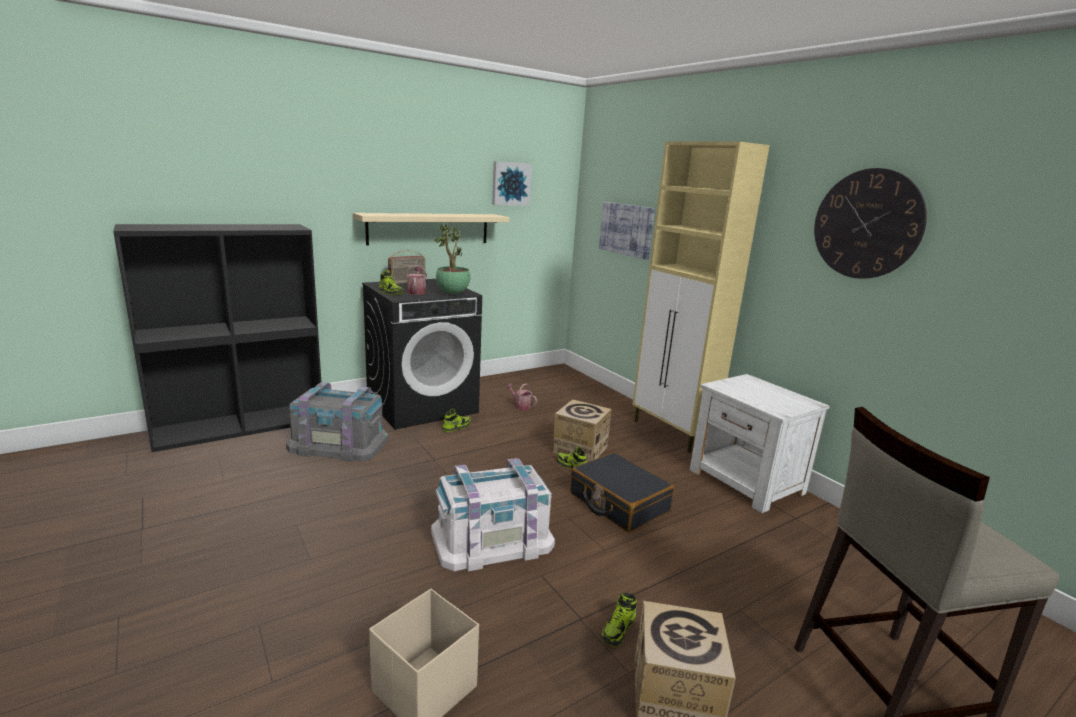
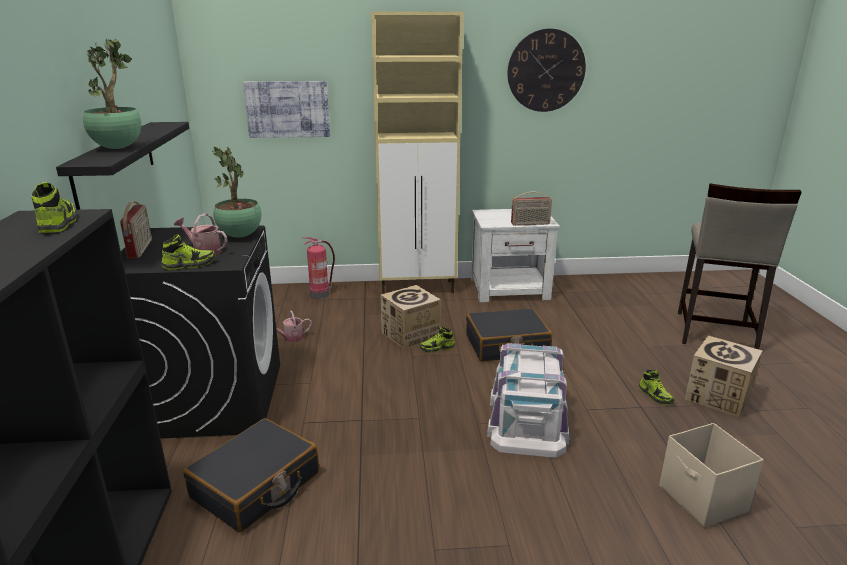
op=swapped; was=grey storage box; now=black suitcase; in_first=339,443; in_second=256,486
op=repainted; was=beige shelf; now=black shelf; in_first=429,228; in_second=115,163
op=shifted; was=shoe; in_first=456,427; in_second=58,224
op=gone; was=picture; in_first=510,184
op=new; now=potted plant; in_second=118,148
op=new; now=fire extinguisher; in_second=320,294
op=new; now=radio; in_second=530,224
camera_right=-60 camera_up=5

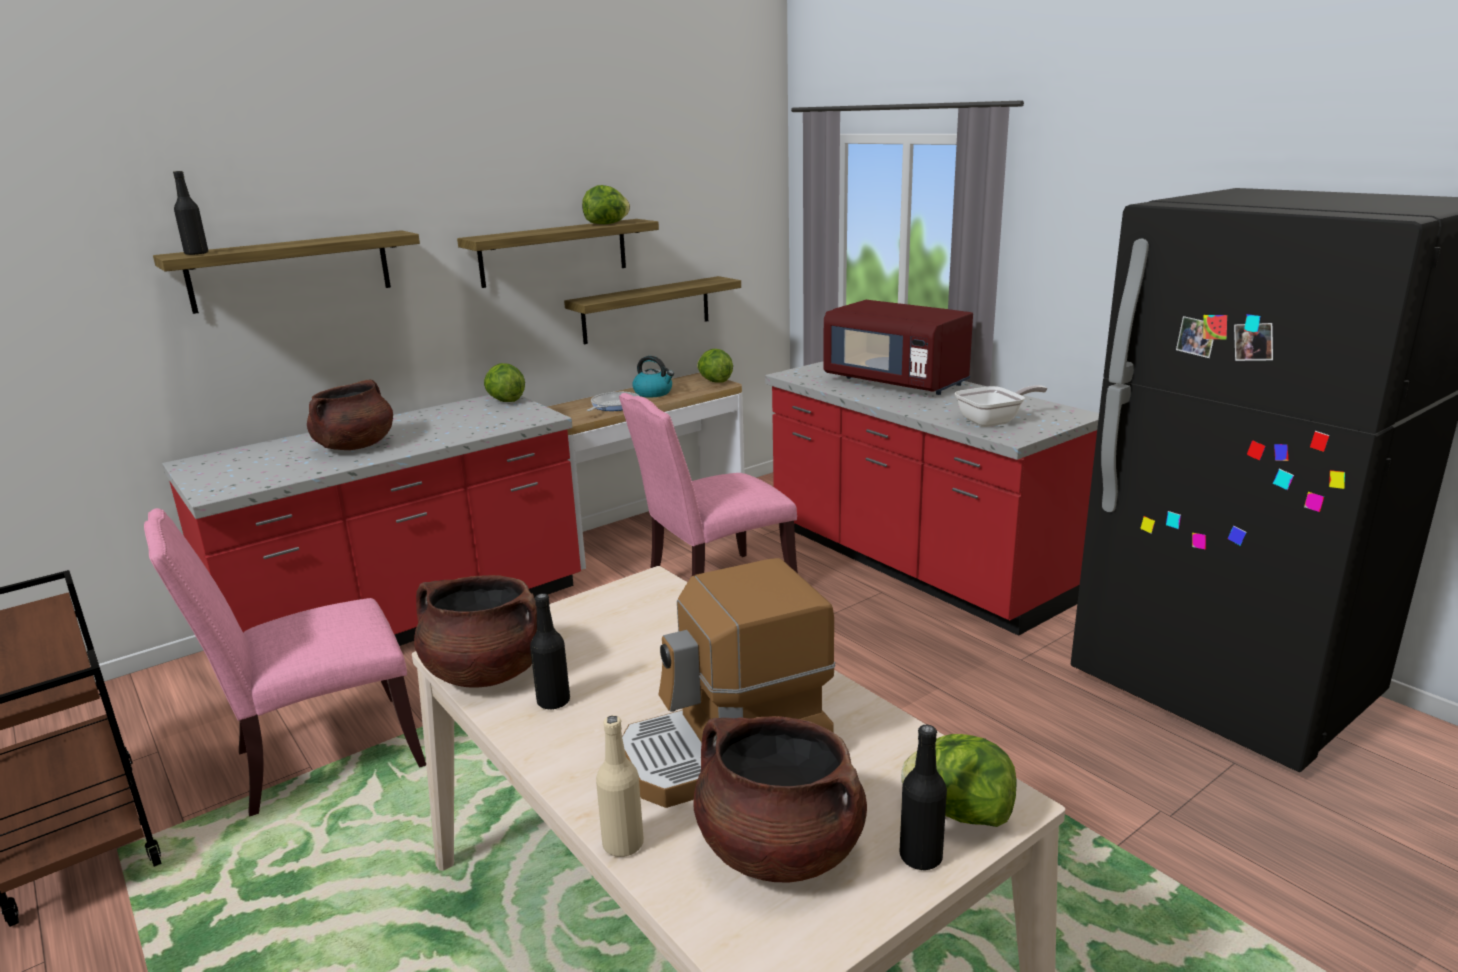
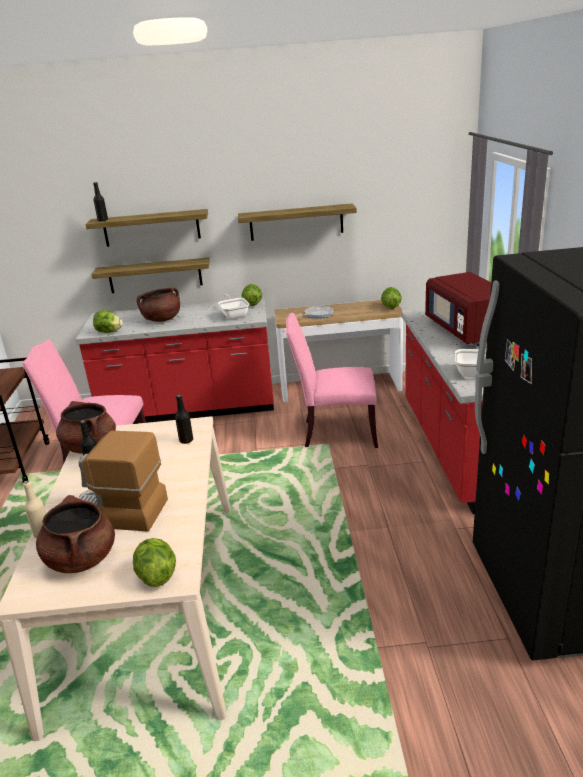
op=shifted; was=shelf; in_first=646,309; in_second=155,275
op=shifted; was=lettuce; in_first=607,224; in_second=109,332
op=gone; was=kettle; in_first=653,393
op=shifted; was=black bottle; in_first=920,857; in_second=186,440
op=new; now=frying pan; in_second=234,315
camera_right=35 camera_up=5

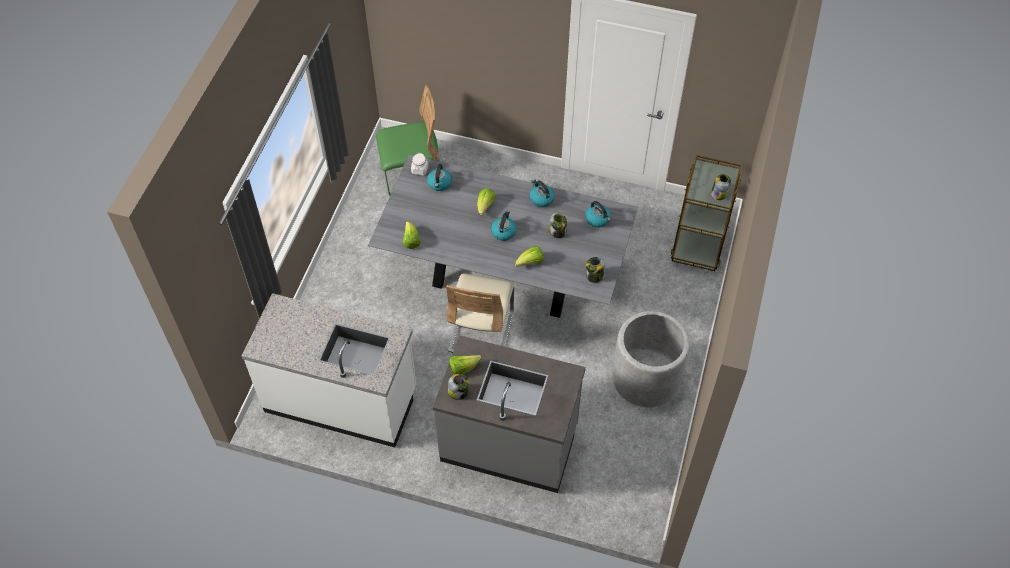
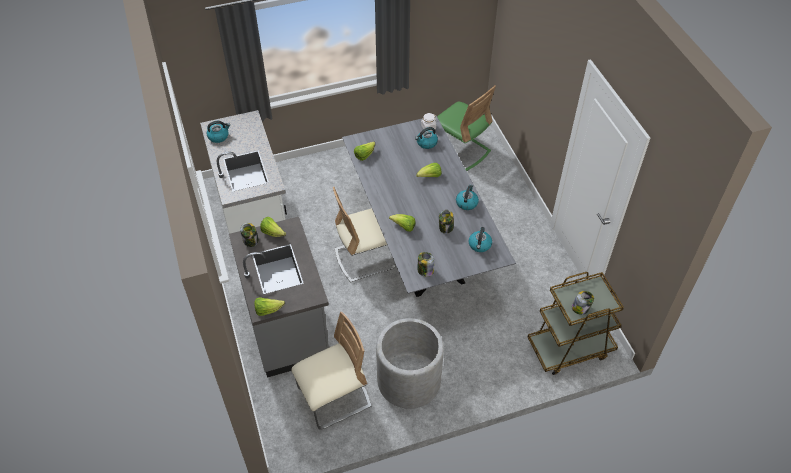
op=shifted; was=kettle; in_first=503,231; in_second=218,136
op=new; now=lettuce; in_second=268,310
op=new; now=beige chair; in_second=334,398
camera_right=55 camera_up=-5

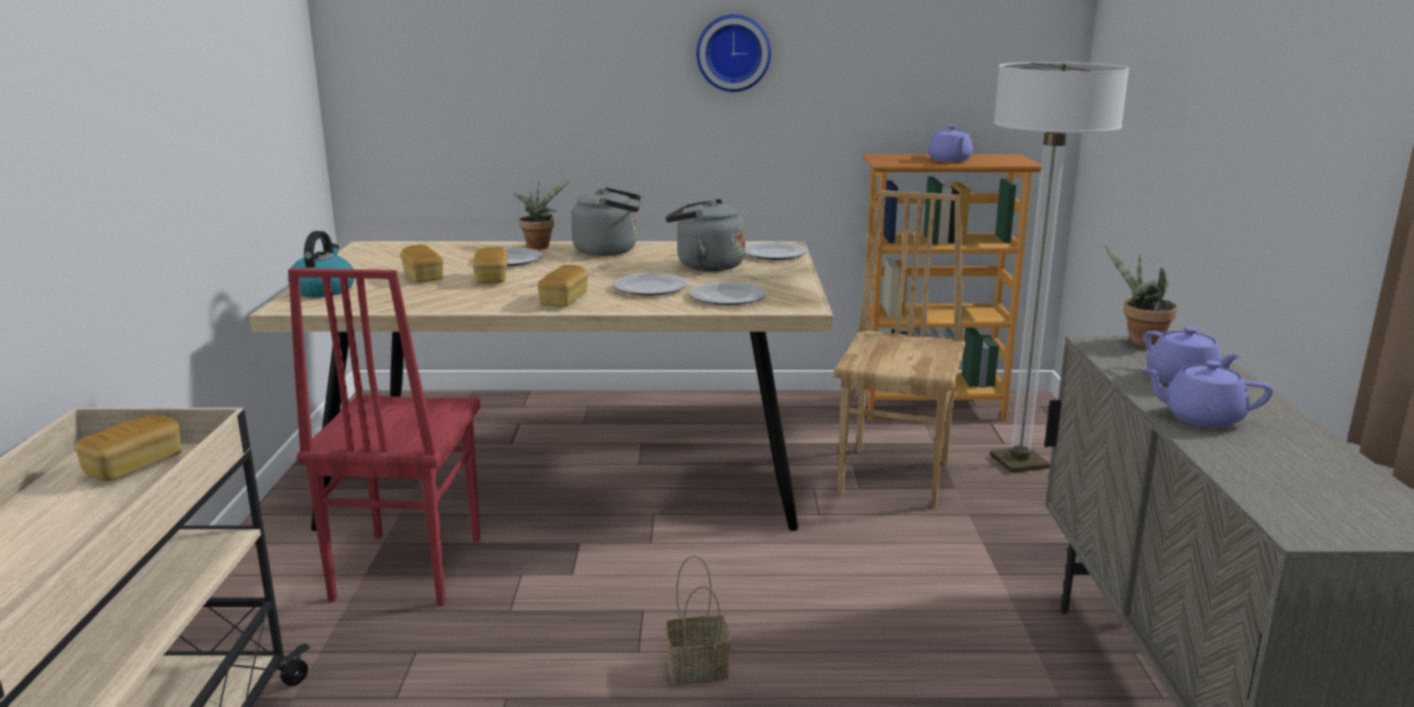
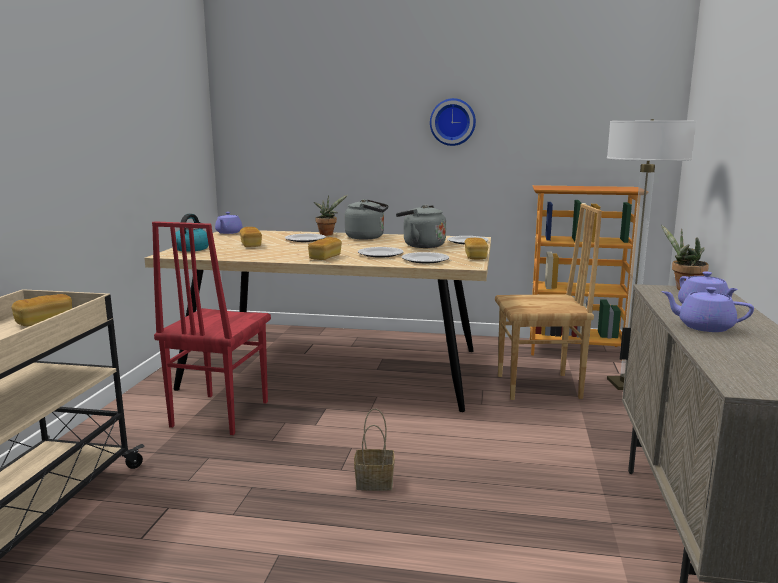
op=shifted; was=bread; in_first=491,279; in_second=475,257
op=rotated; was=brown chair; in_first=897,477; in_second=539,387; clockwise=60
op=shifted; was=purple teapot; in_first=949,160; in_second=228,232
camera_right=10 camera_up=-5

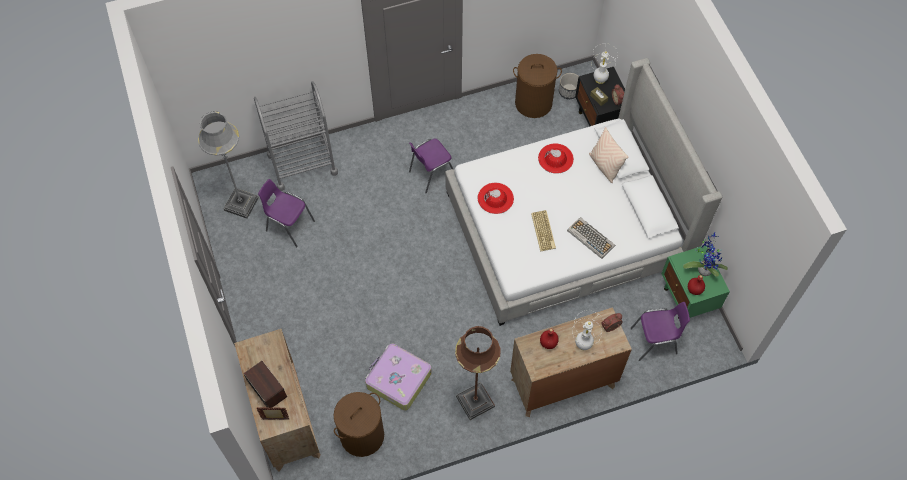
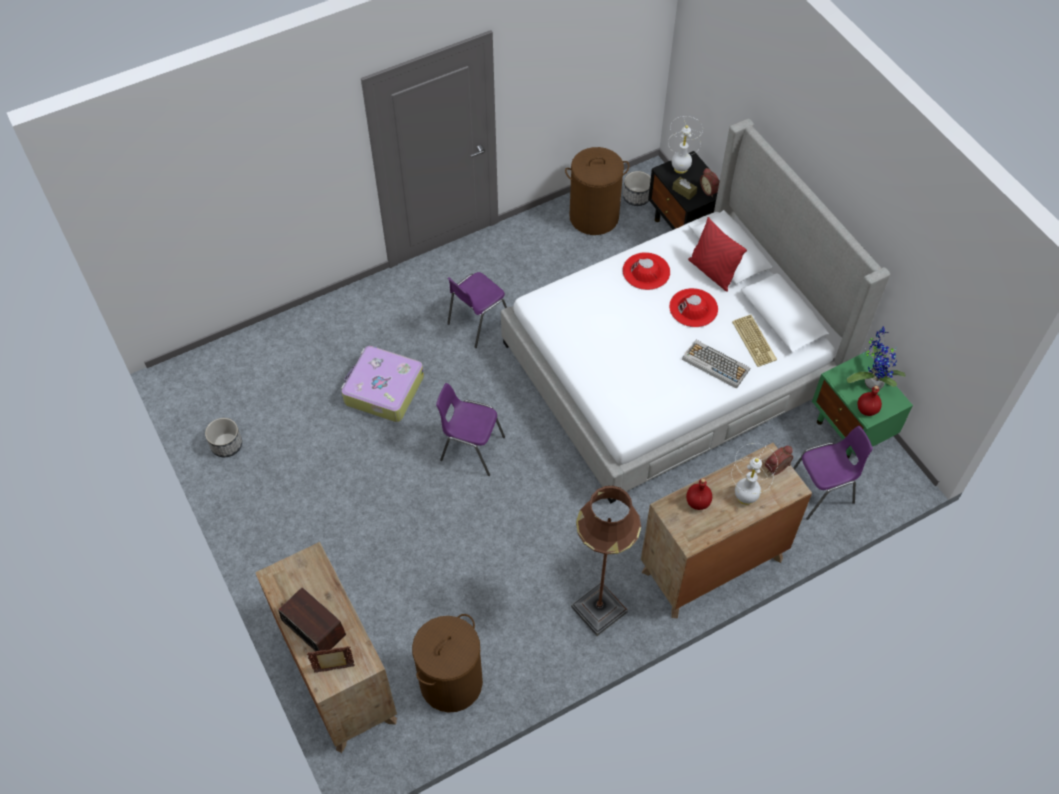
op=gone; was=grey floor lamp; in_first=241,204
op=gone; was=grey cart; in_first=302,164
op=shifted; was=purple chair; in_first=289,225; in_second=470,448
op=shifted; was=suitcase; in_first=398,380; in_second=383,390
op=shifted; was=red hat; in_first=495,198; in_second=693,308
op=shifted; was=keyboard; in_first=544,231; in_second=755,341
op=repainted; was=beige pillow; now=red pillow; in_first=604,166; in_second=712,272
op=new; now=planter; in_second=226,445
camera_right=-10 camera_up=-5

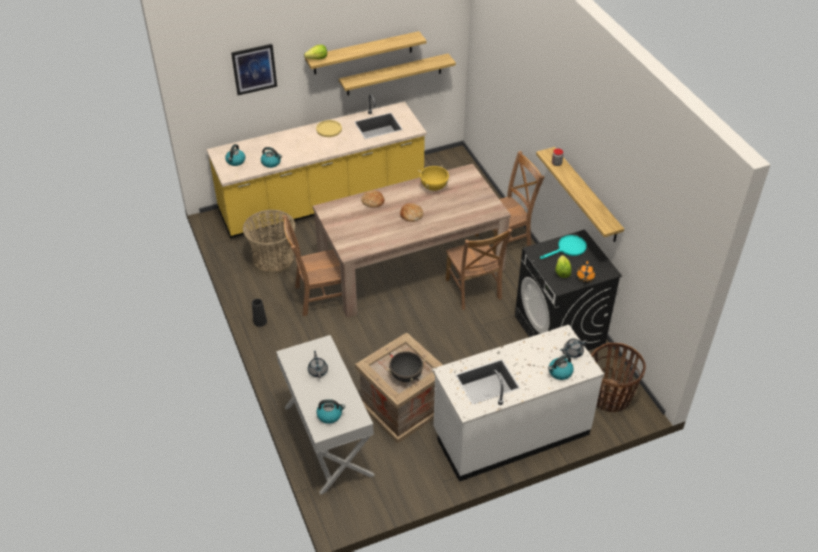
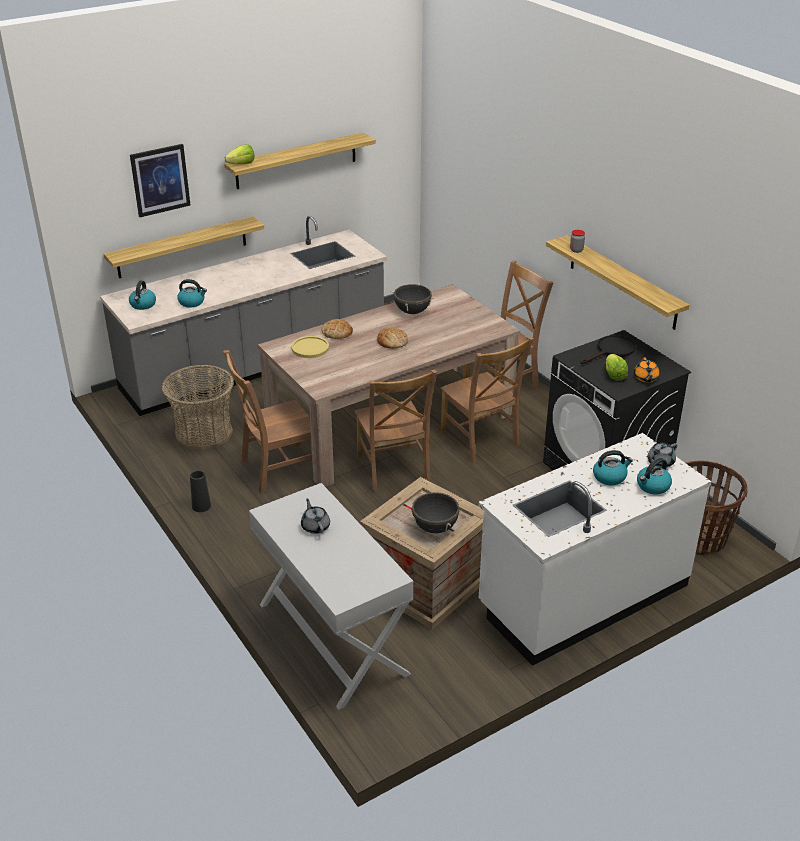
op=repainted; was=yellow counter; now=grey counter; in_first=322,202; in_second=256,365
op=shifted; was=yellow plate; in_first=329,129; in_second=310,348
op=shifted; was=kettle; in_first=330,415; in_second=610,477
op=shifted; was=shelf; in_first=394,74; in_second=182,247
op=repainted; was=yellow cooking pot; now=black cooking pot; in_first=434,187; in_second=412,311
op=repainted; was=turquoise frying pan; now=black frying pan; in_first=568,249; in_second=612,351
op=new; now=brown chair; in_second=393,470
camera_right=-10 camera_up=-10

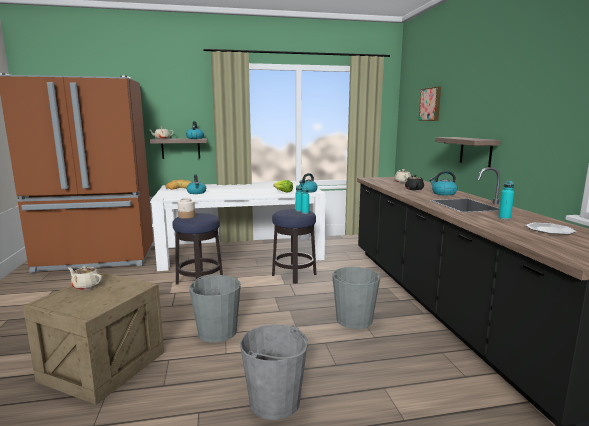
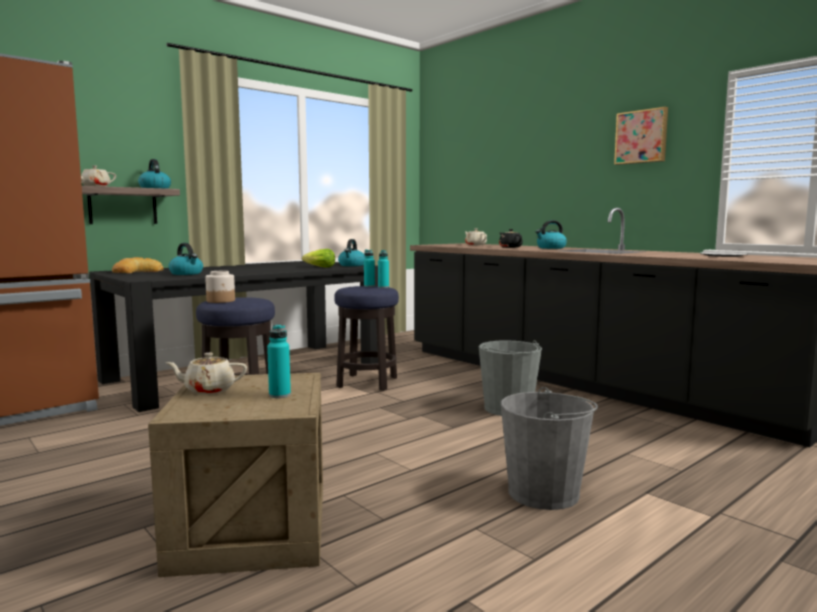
op=repainted; was=white dining table; now=black dining table; in_first=241,252; in_second=247,371
op=gone; was=grey bucket; in_first=217,331
op=shifted; was=picture; in_first=431,104; in_second=641,137
op=gone; was=shelf; in_first=475,151
op=shifted; was=turquoise bottle; in_first=504,218; in_second=279,395
camera_right=-30 camera_up=-5

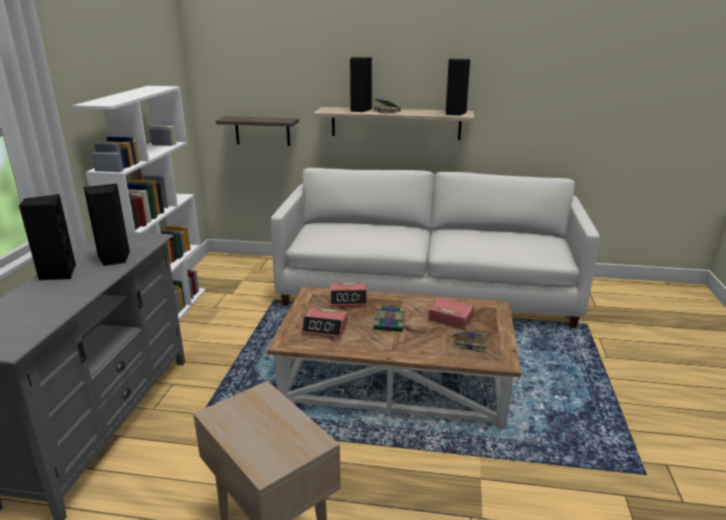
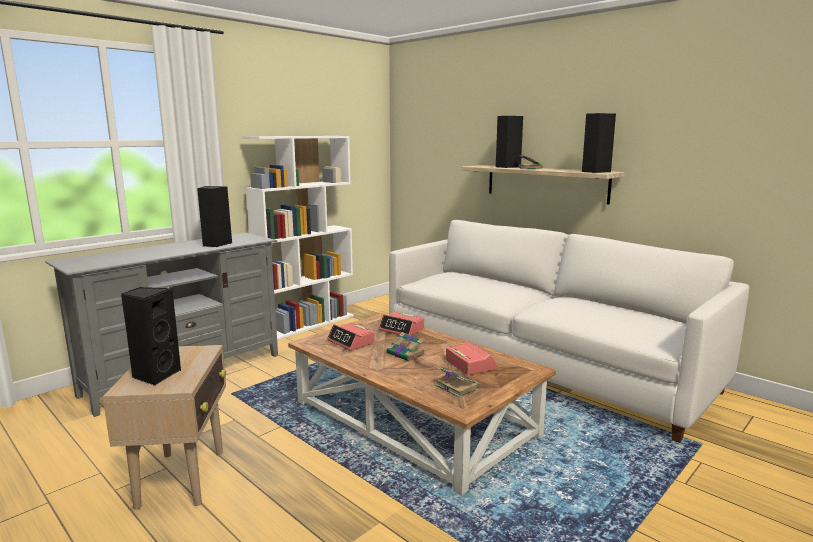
op=shifted; was=black speaker; in_first=57,274; in_second=155,375
op=gone; was=shelf; in_first=262,131
camera_right=35 camera_up=-10

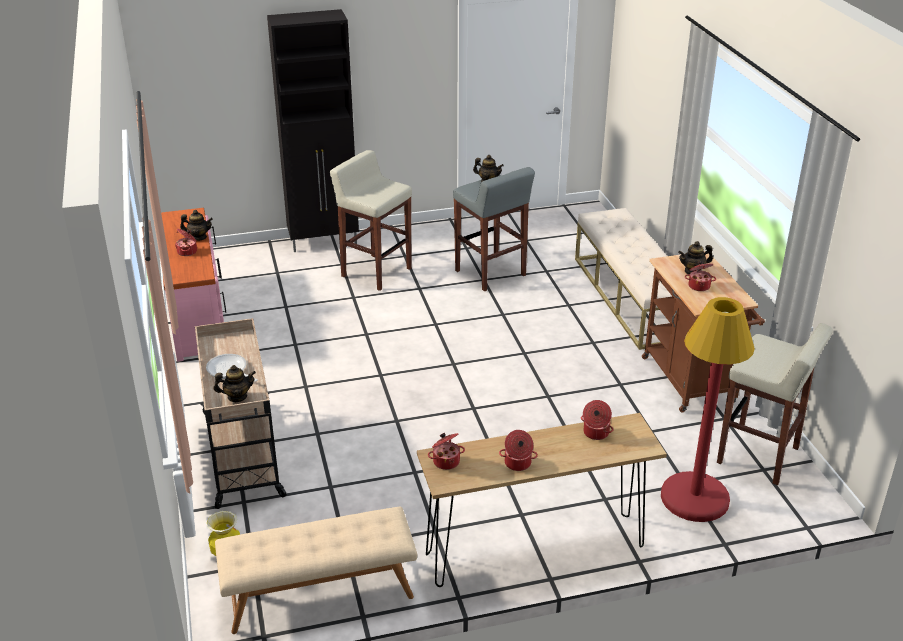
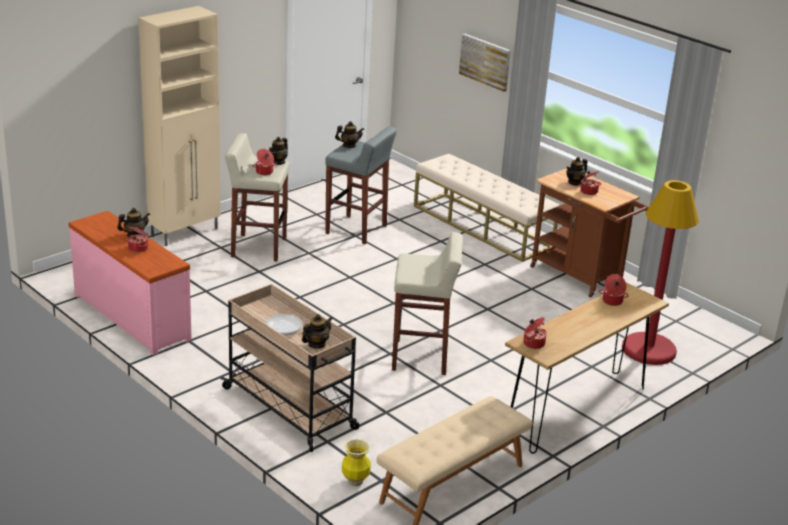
op=repainted; was=black cabinet; now=beige cabinet; in_first=324,242; in_second=185,232
op=shifted; was=cooking pot; in_first=517,463; in_second=264,172
op=shifted; was=beige stool; in_first=759,456; in_second=421,357
op=new; now=teapot; in_second=278,162
op=new; now=picture; in_second=485,62
camera_right=-30 camera_up=-5

